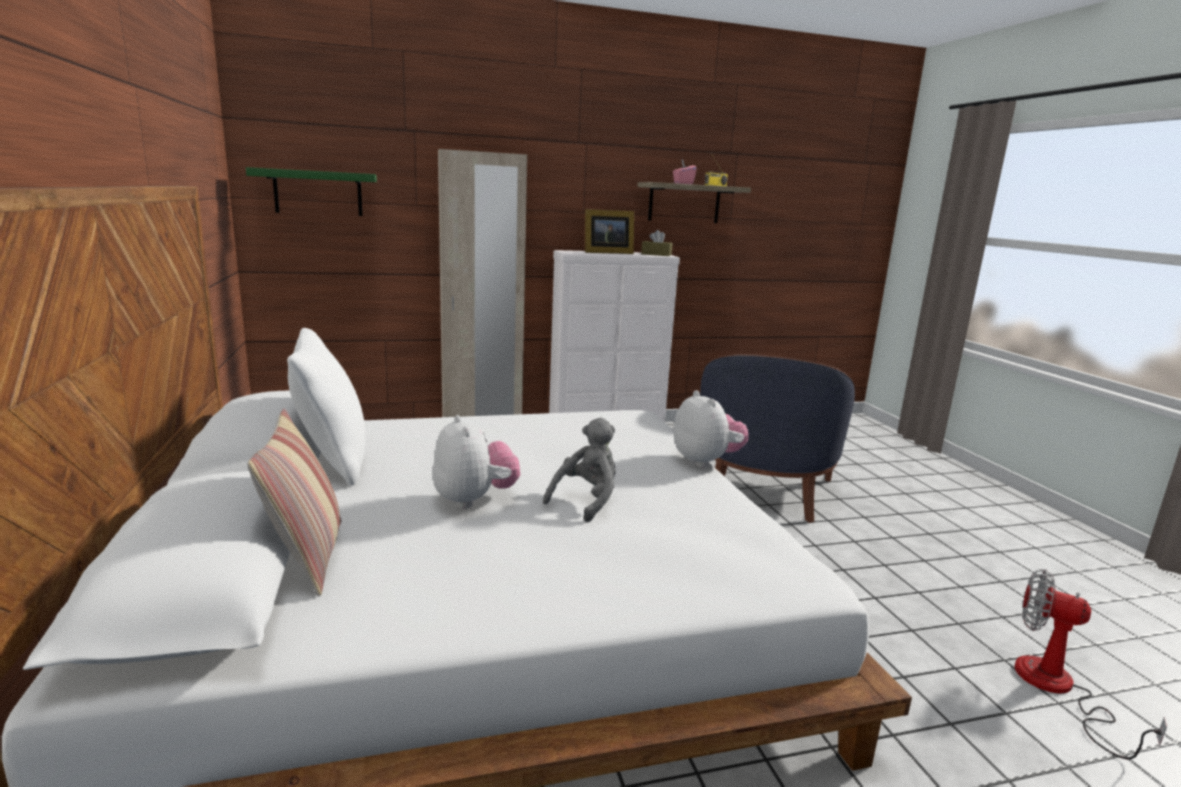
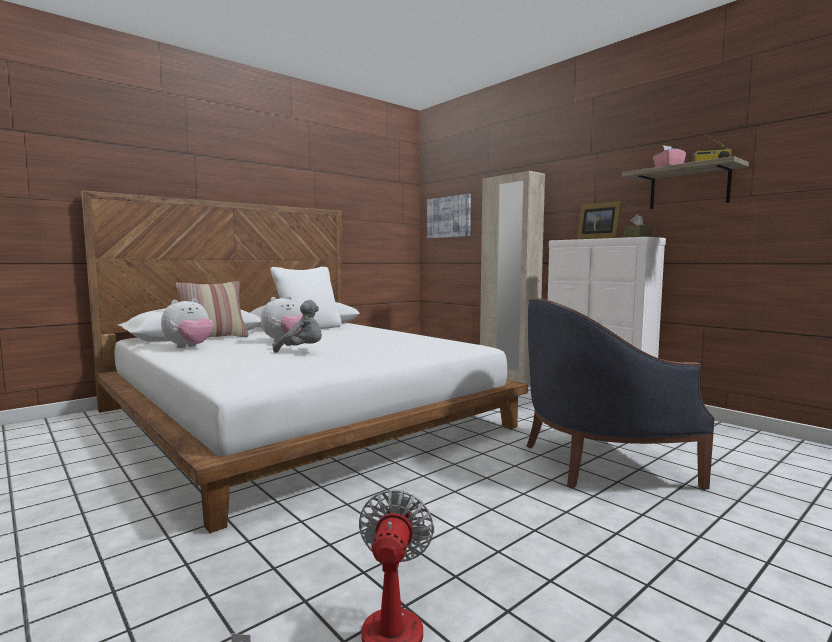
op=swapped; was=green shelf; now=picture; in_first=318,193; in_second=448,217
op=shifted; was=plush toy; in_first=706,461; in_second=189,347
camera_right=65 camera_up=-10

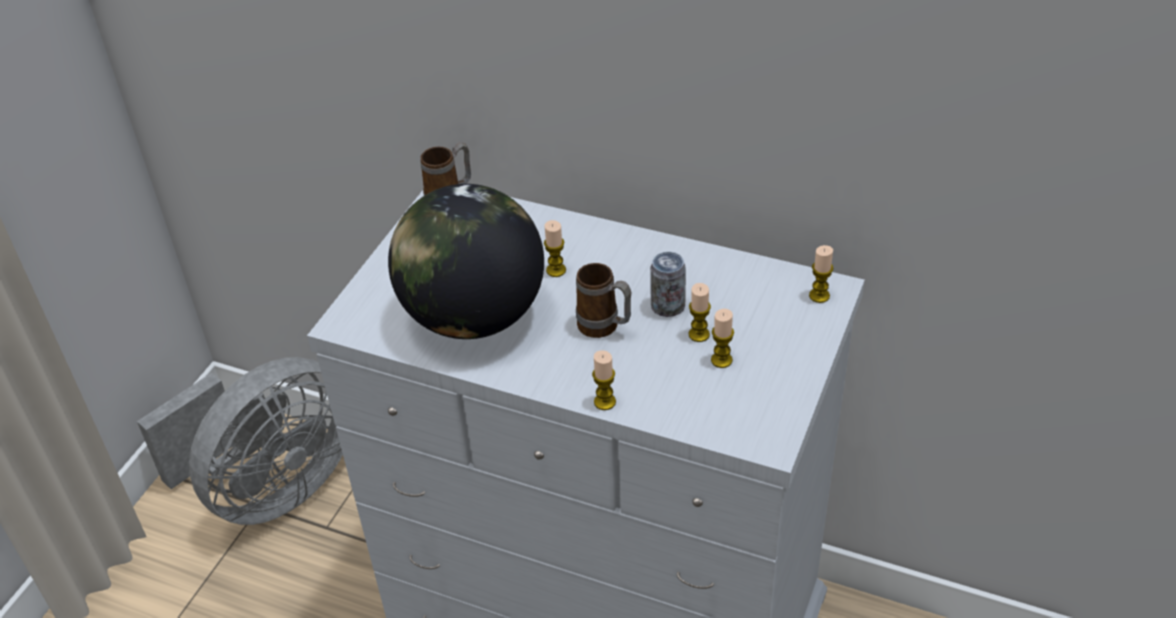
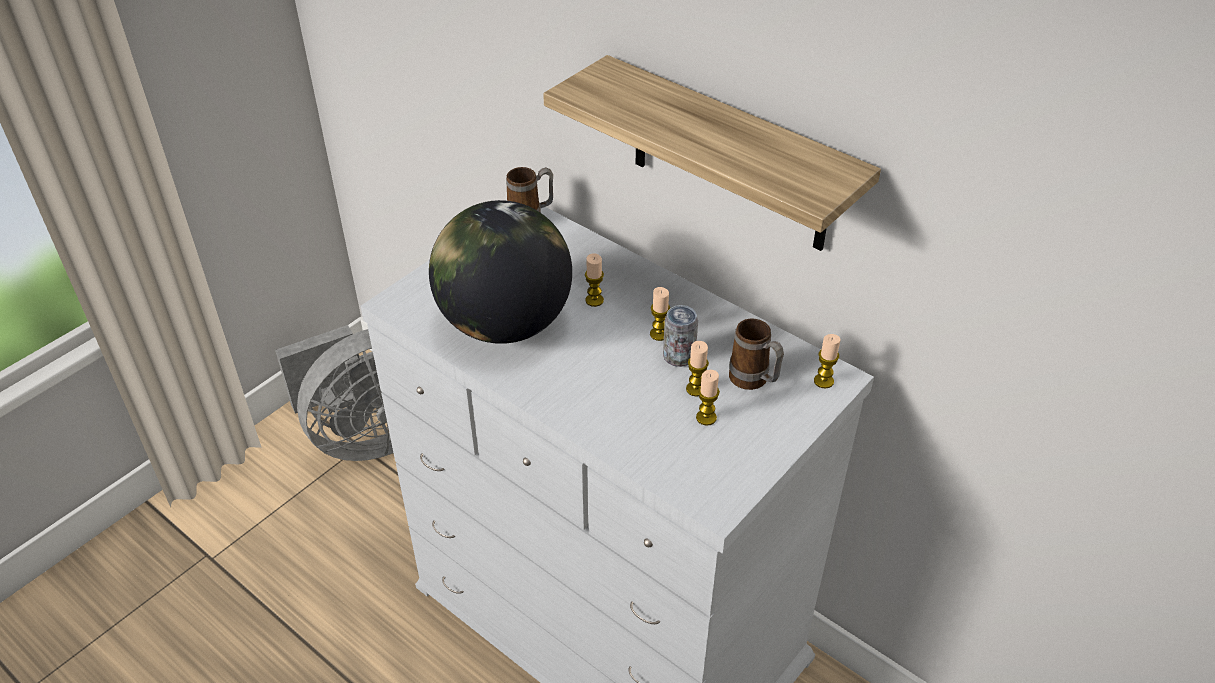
op=shifted; was=mug; in_first=605,328; in_second=753,382
op=shifted; was=candle; in_first=605,402; in_second=659,334
op=new; now=shelf; in_second=730,157
camera_right=15 camera_up=0

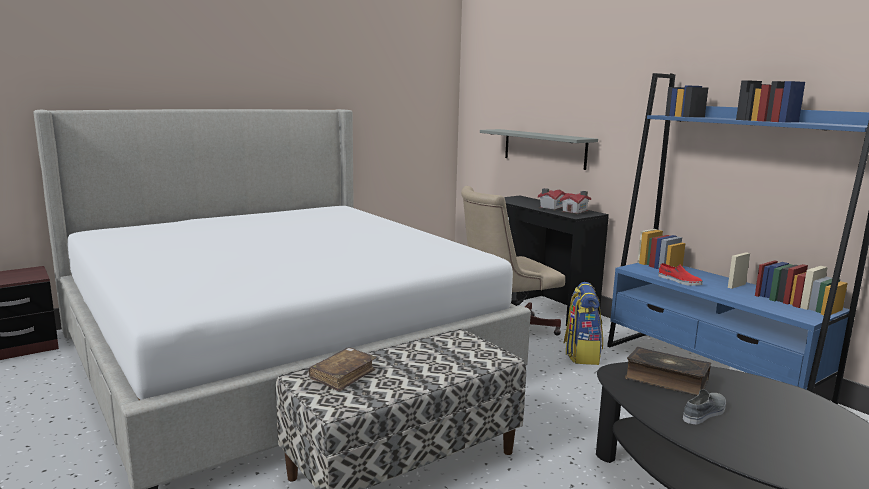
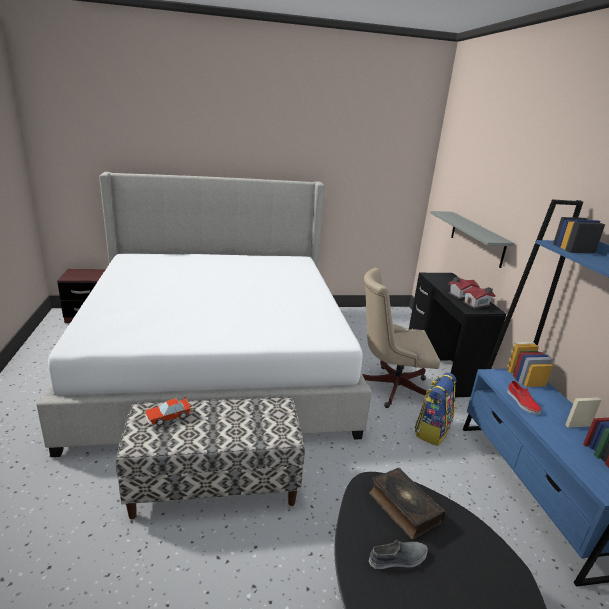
op=swapped; was=brown book; now=toy car; in_first=343,376; in_second=168,417
camera_right=25 camera_up=10

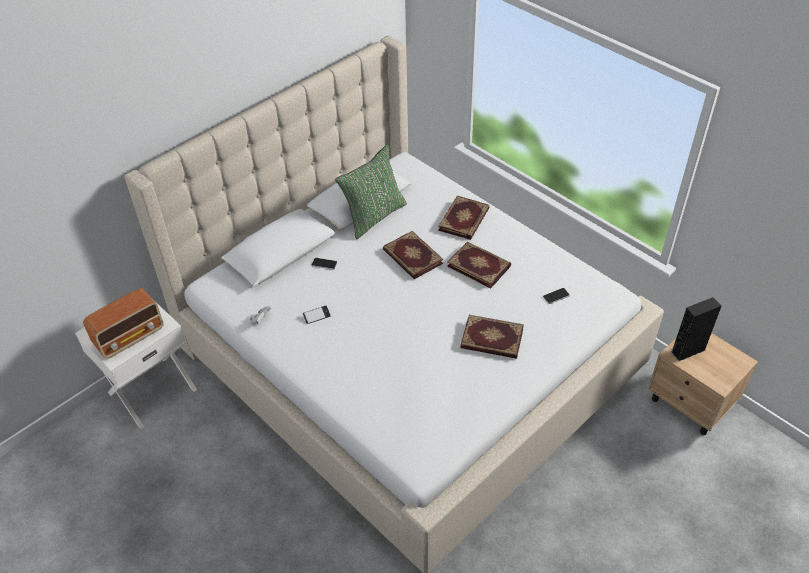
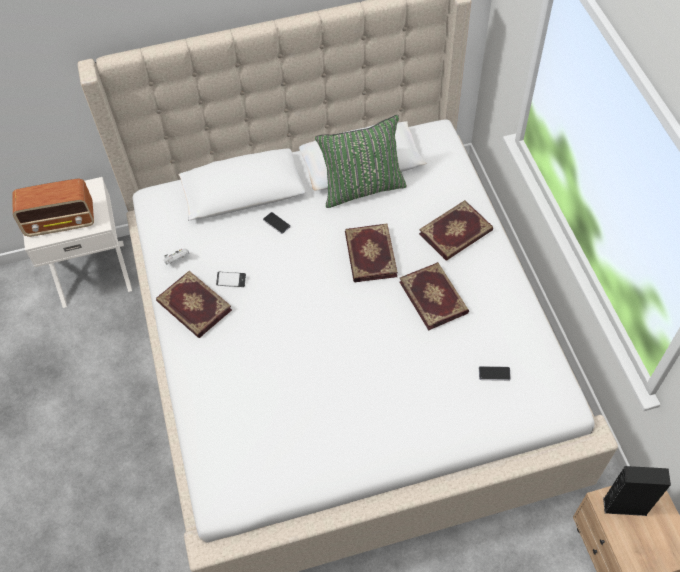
op=shifted; was=book; in_first=491,339; in_second=193,307
camera_right=30 camera_up=10

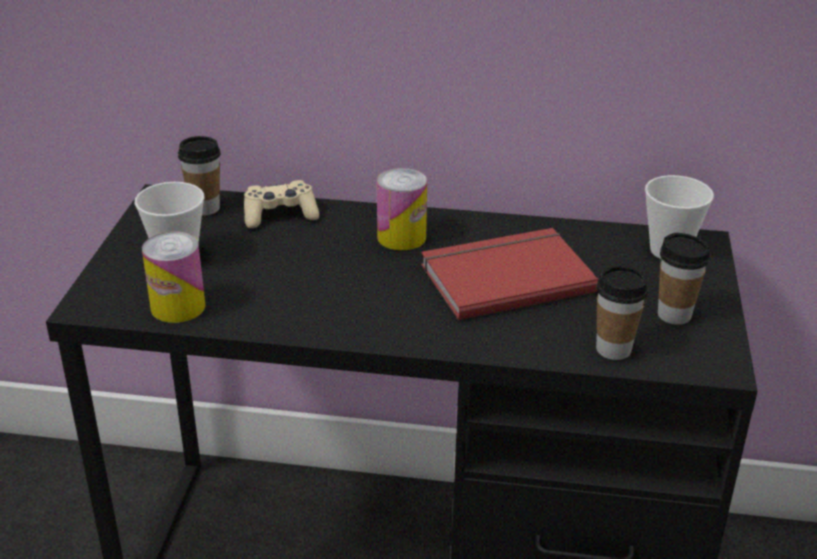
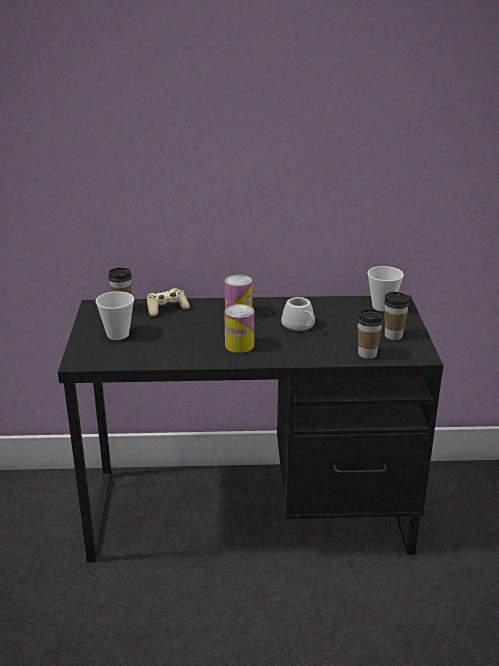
op=shifted; was=can; in_first=178,307; in_second=239,345
op=swapped; was=red book; now=white mug; in_first=504,276; in_second=300,326
camera_right=-10 camera_up=-5

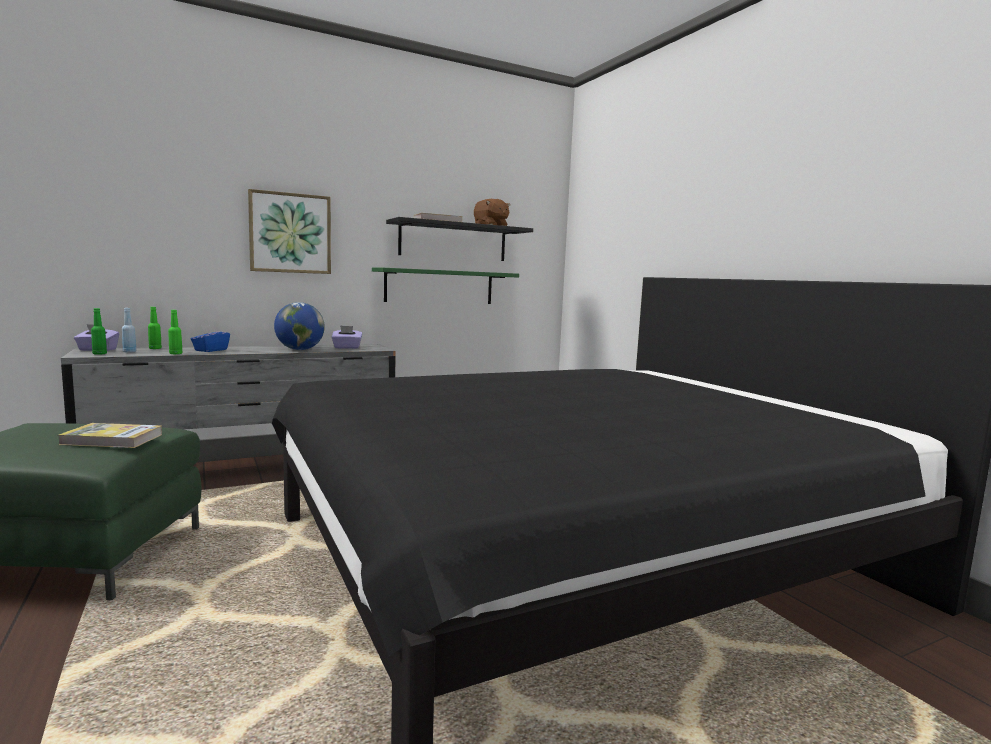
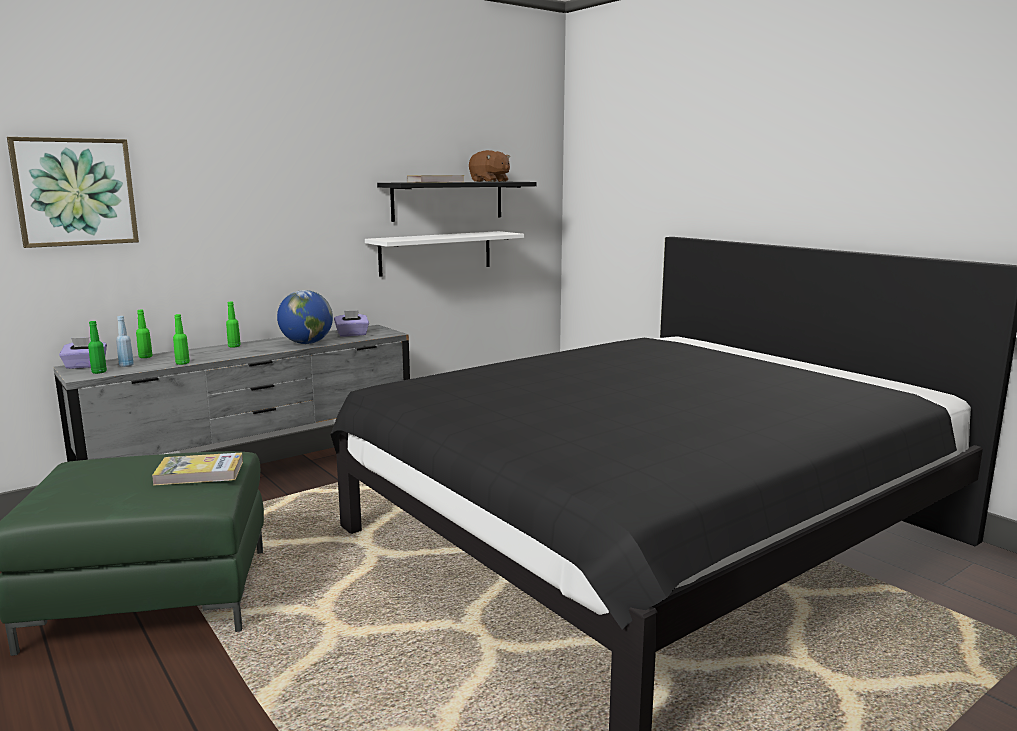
op=gone; was=blue tissue box; in_first=210,350
op=shifted; was=picture; in_first=290,233; in_second=75,192
op=repainted; was=green shelf; now=white shelf; in_first=439,286; in_second=436,253
op=new; now=green bottle; in_second=234,346
camera_right=-10 camera_up=5

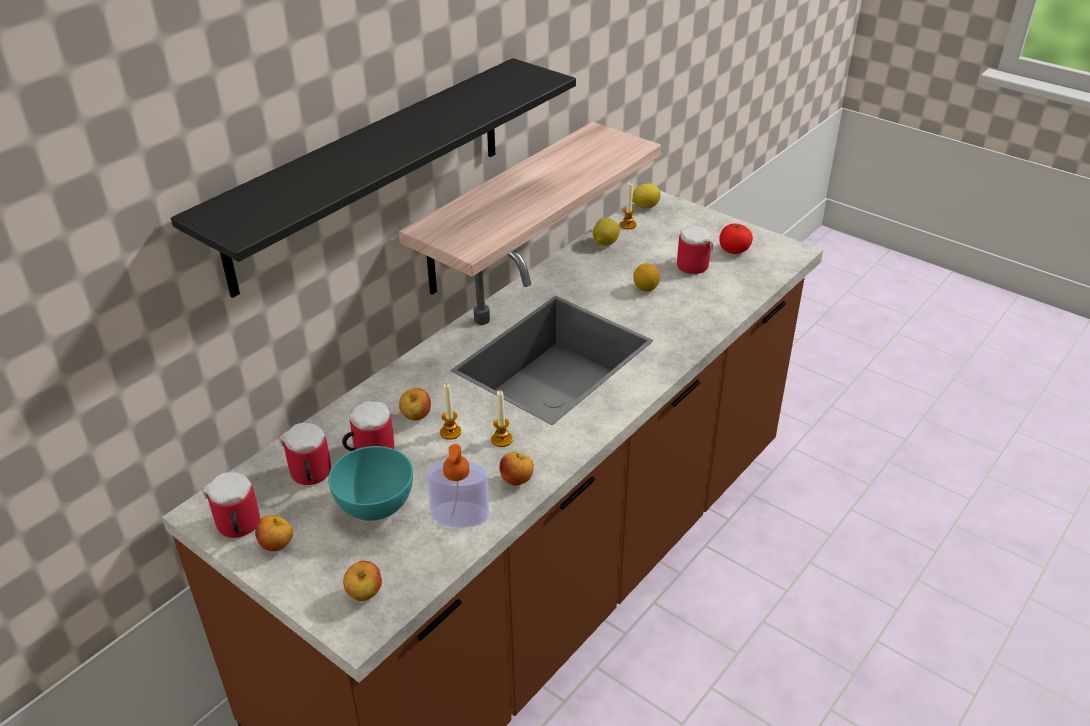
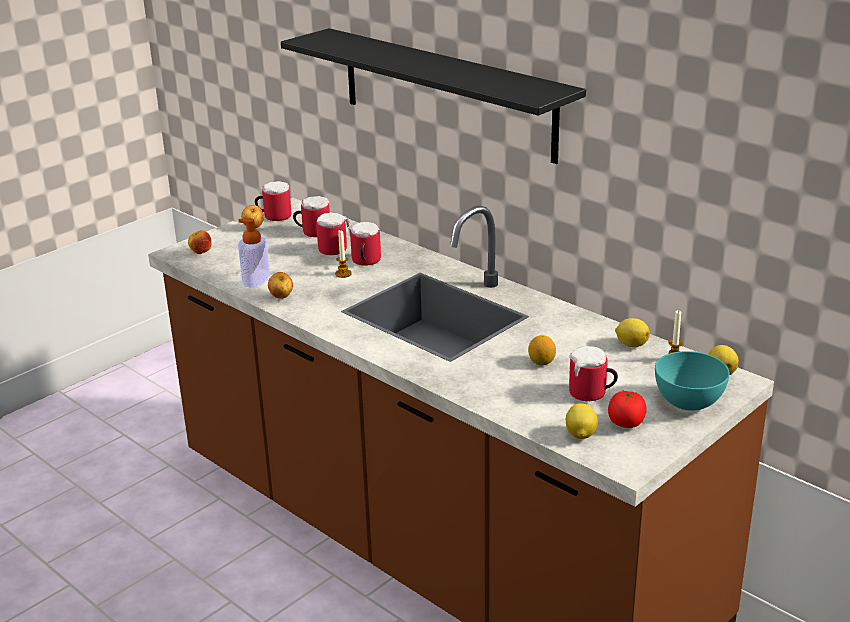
op=shifted; was=turquoise bowl; in_first=375,505; in_second=689,402
op=gone; was=shelf; in_first=505,209
op=swapped; was=apple; now=mug; in_first=416,417; in_second=364,262
op=gone; was=candle; in_first=501,439
op=new; now=lemon; in_second=580,435
camera_right=95 camera_up=-10

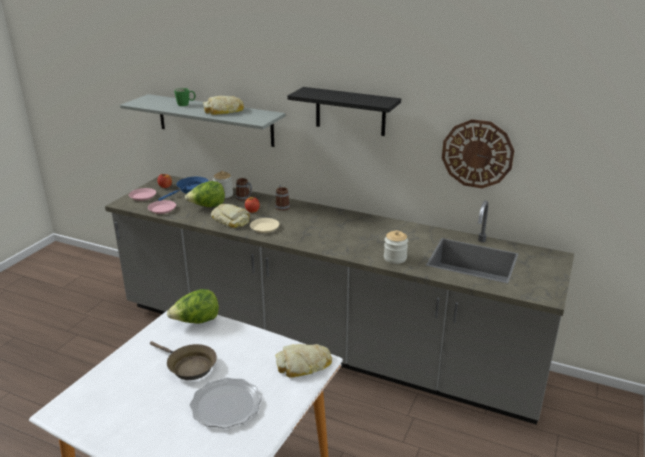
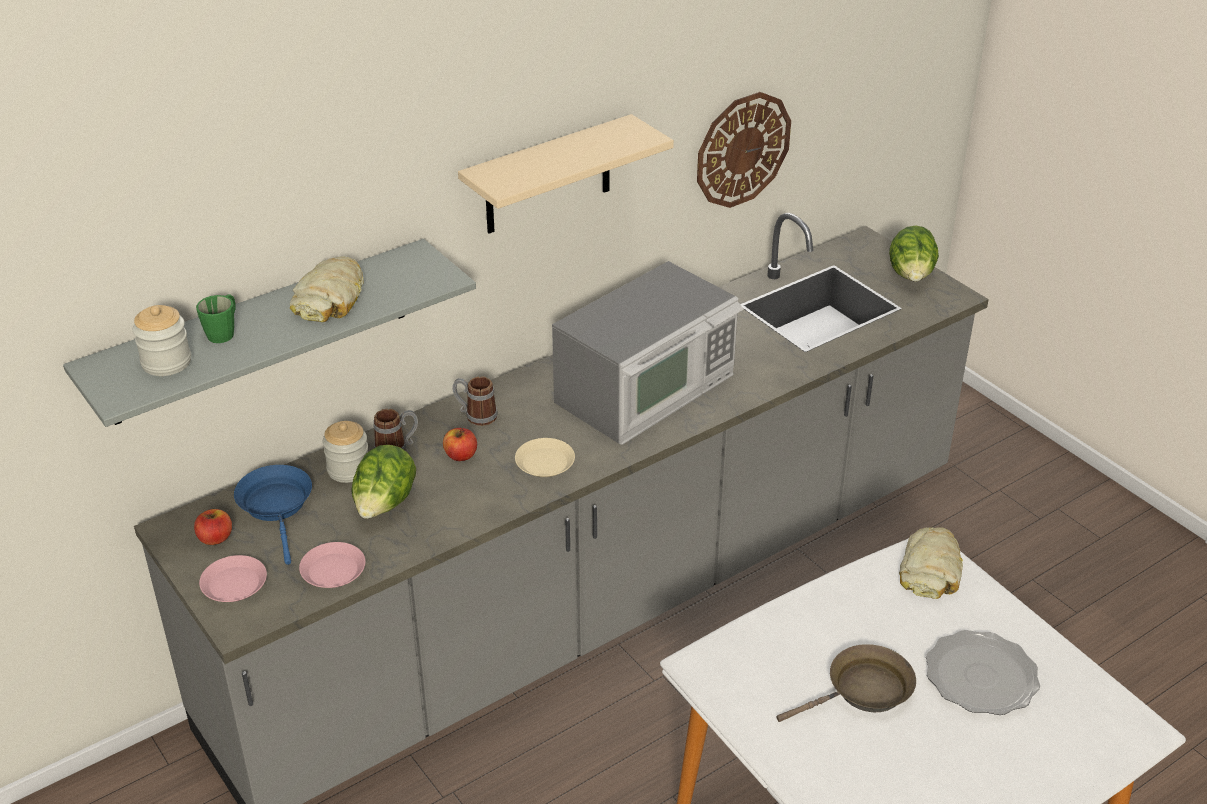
op=shifted; was=lettuce; in_first=196,322; in_second=911,277
op=gone; was=bread; in_first=231,220
op=repainted; was=black shelf; now=beige shelf; in_first=350,111; in_second=548,176
op=shifted; was=jar; in_first=395,258; in_second=166,362
op=new; now=microwave; in_second=648,389
camera_right=-60 camera_up=10

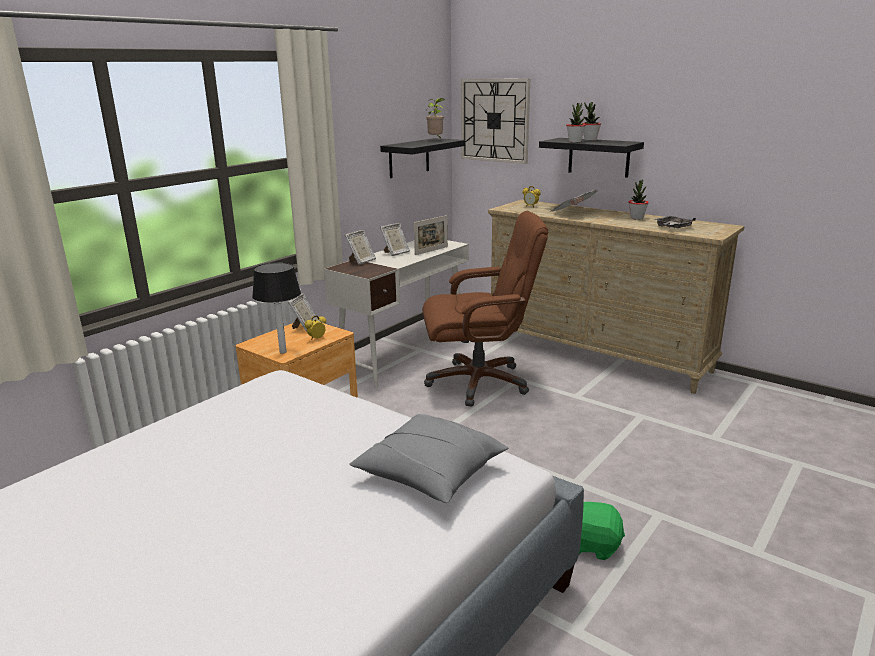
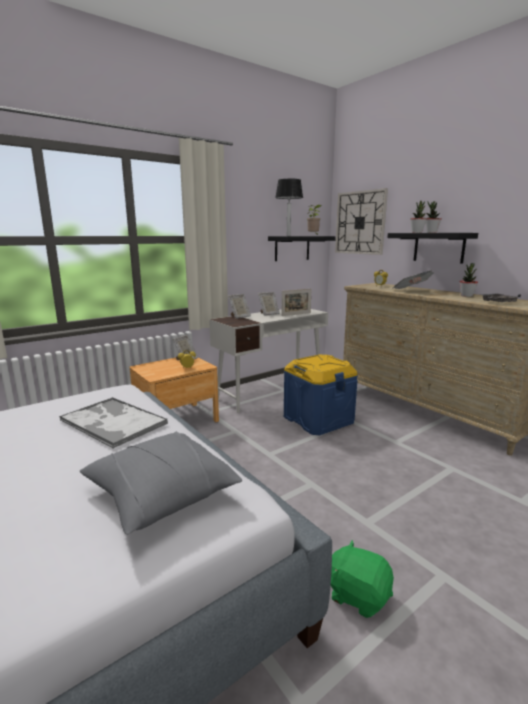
op=shifted; was=table lamp; in_first=282,352; in_second=288,236
op=swapped; was=brown office chair; now=blue storage box; in_first=479,382; in_second=318,419
op=new; now=tray; in_second=112,422
camera_right=15 camera_up=-5

